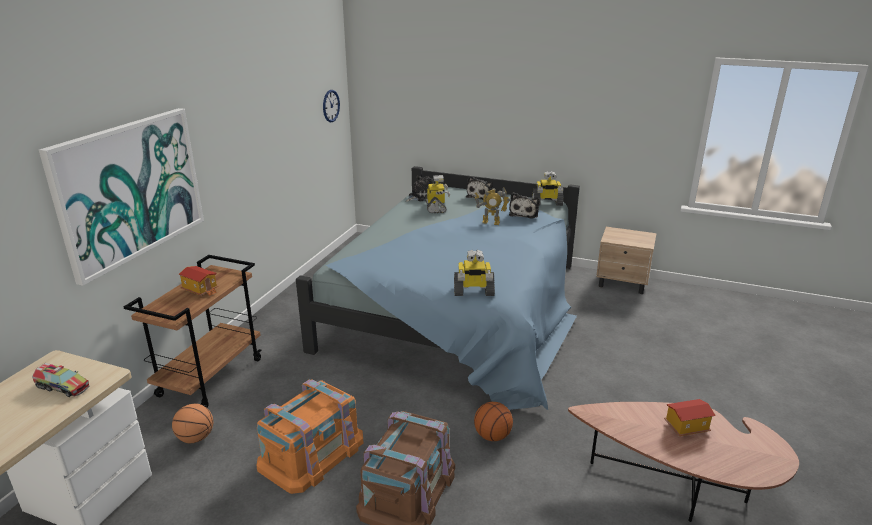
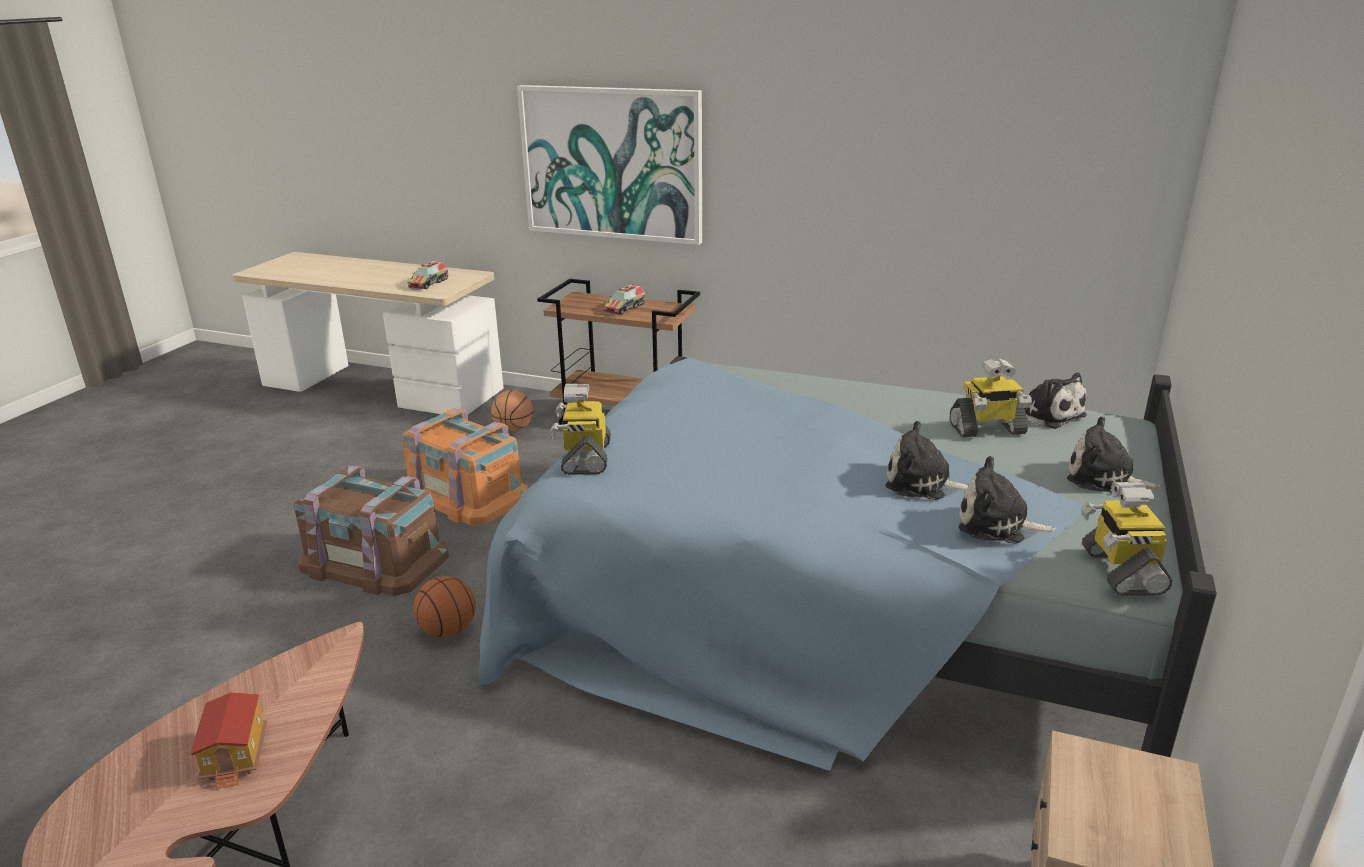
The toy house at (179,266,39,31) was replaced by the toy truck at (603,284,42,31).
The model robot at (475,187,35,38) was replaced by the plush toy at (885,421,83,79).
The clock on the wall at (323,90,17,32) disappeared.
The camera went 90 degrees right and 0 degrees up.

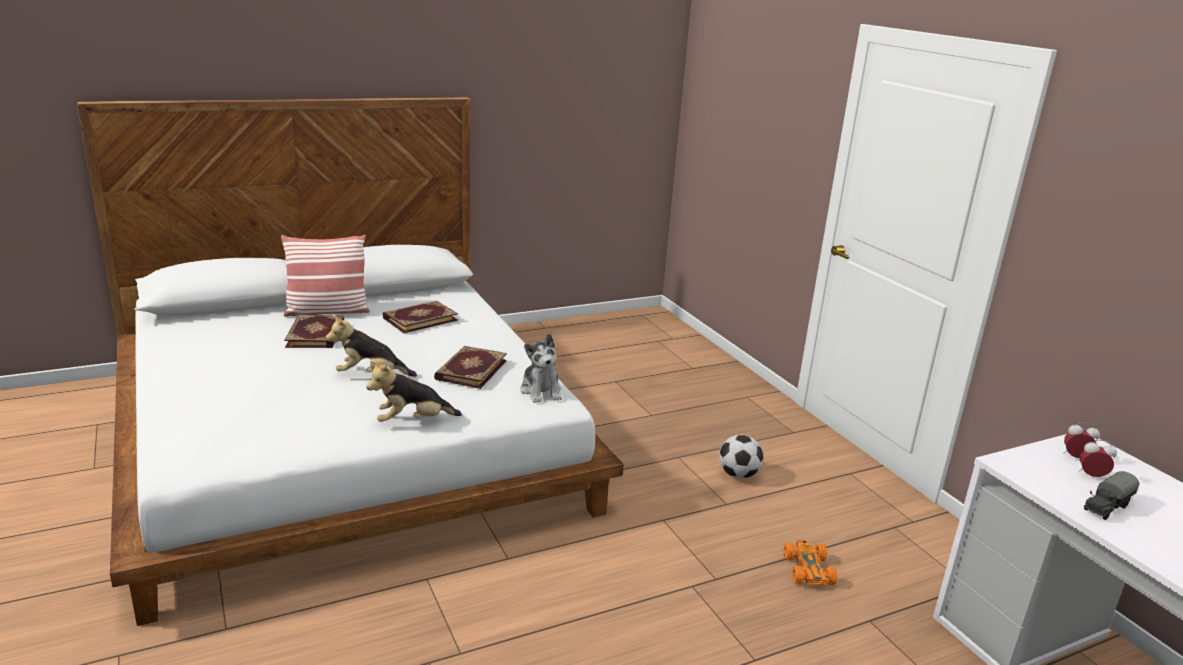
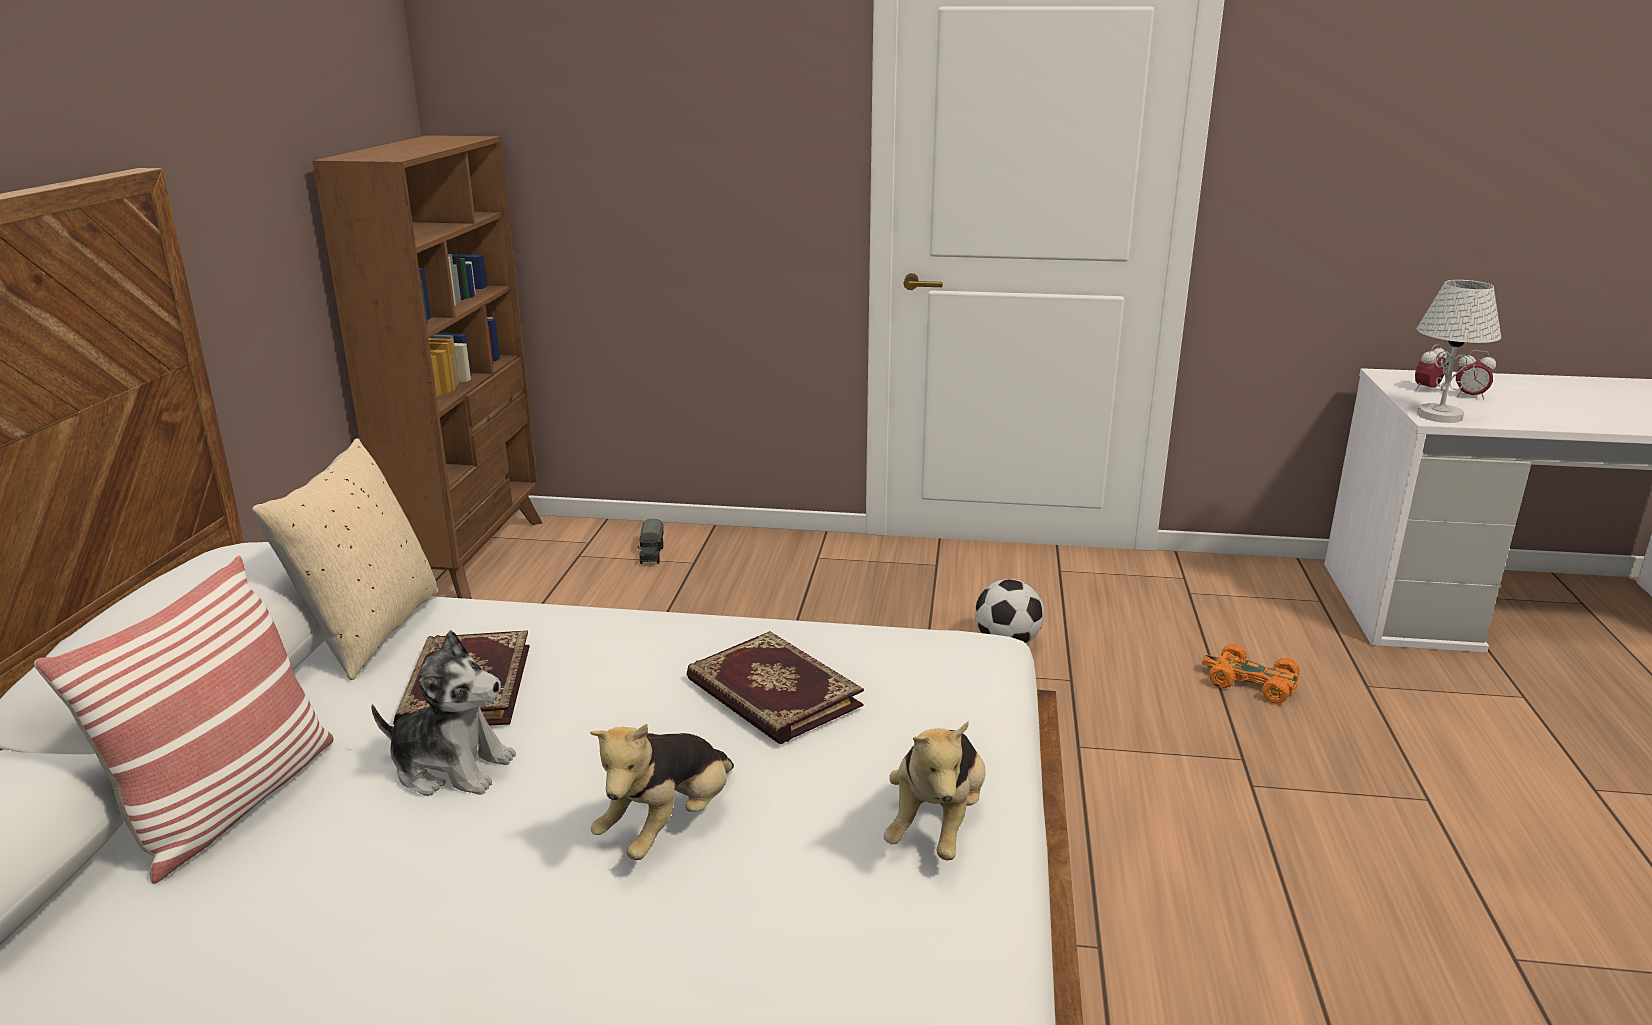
The pillow (beige) at (252,438,186,242) appeared.
The shelving unit (brownish) at (312,135,230,464) appeared.
The plush toy moved from (520,334,42,69) to (371,630,145,166).
The toy truck moved from (1084,471,55,49) to (638,519,26,45).
The tabletop lamp (white-coloured) at (1417,280,84,143) appeared.
The table clock at (1079,439,38,38) turned 120 degrees counterclockwise.
The bound book at (284,314,60,34) disappeared.
The camera went 55 degrees left and 0 degrees up.

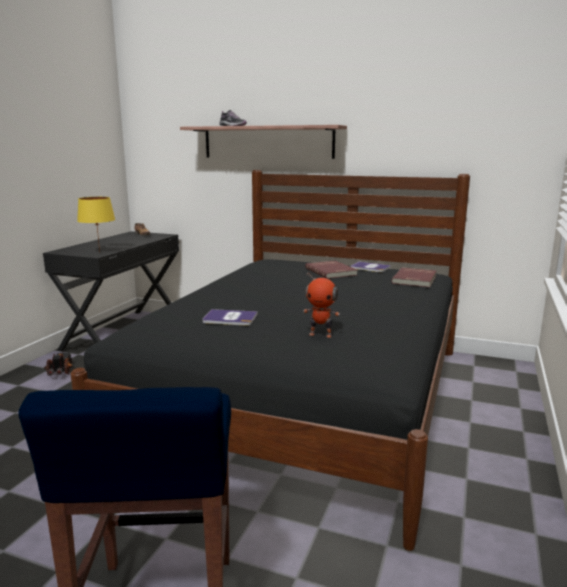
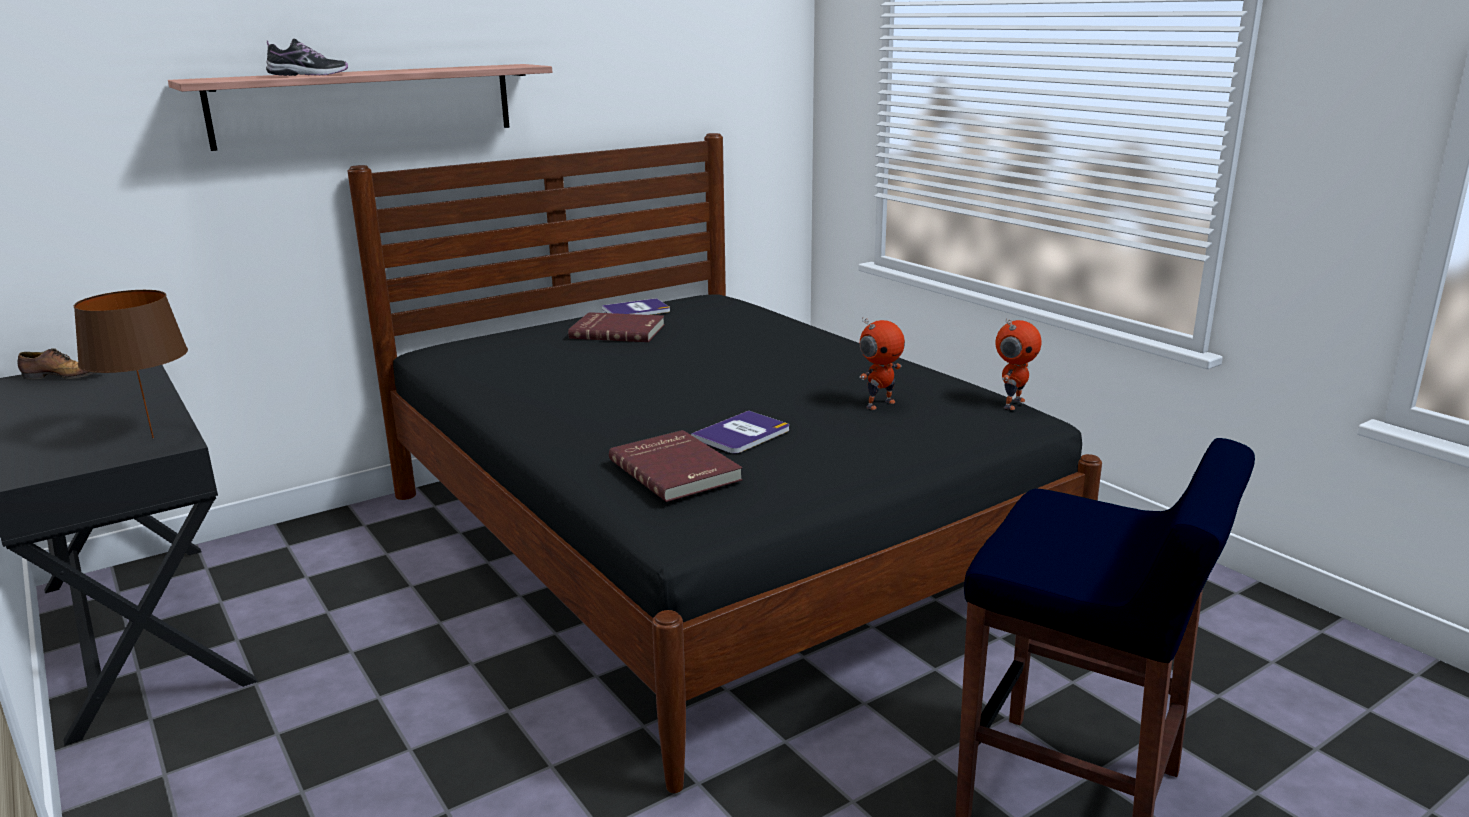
The tabletop lamp (yellow-coloured) at (77,197,38,56) became the tabletop lamp (brownish) at (74,290,114,148).
The bound book (red-coloured) moved from (391,267,46,20) to (609,430,133,72).
The model robot at (995,319,47,91) appeared.
The toy truck at (44,349,28,27) disappeared.
The camera went 55 degrees left and 5 degrees up.

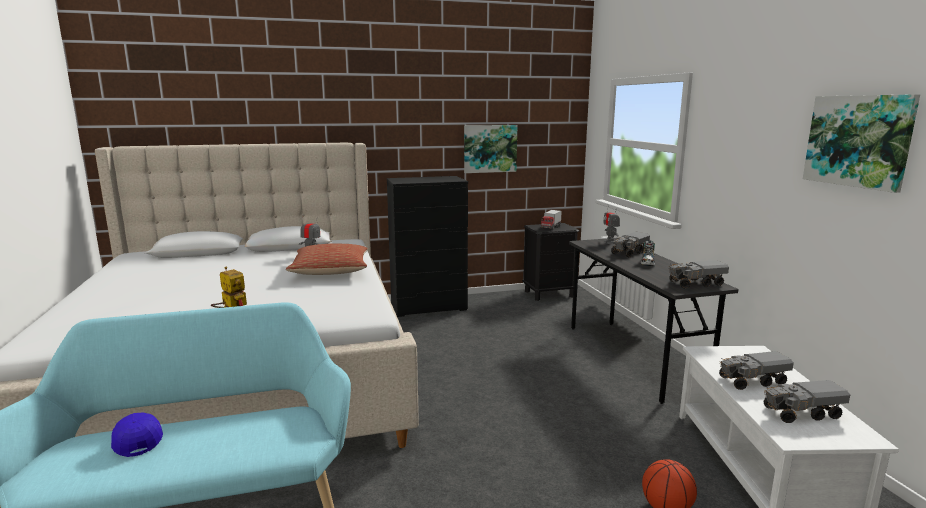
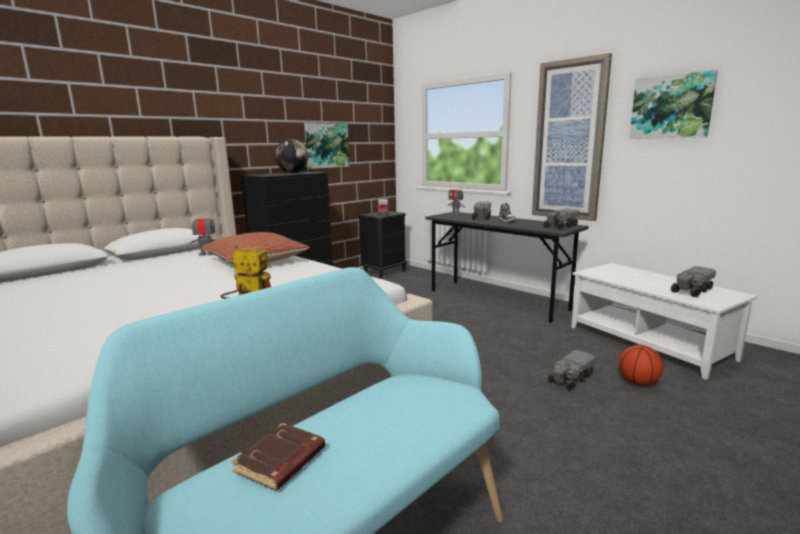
The cap (blue) at (111,412,52,45) was replaced by the bound book (brownish) at (231,423,94,68).
The globe at (275,139,34,34) appeared.
The wall picture at (532,53,80,168) appeared.
The toy truck moved from (719,351,75,39) to (548,350,48,41).
The camera went 30 degrees left and 0 degrees up.

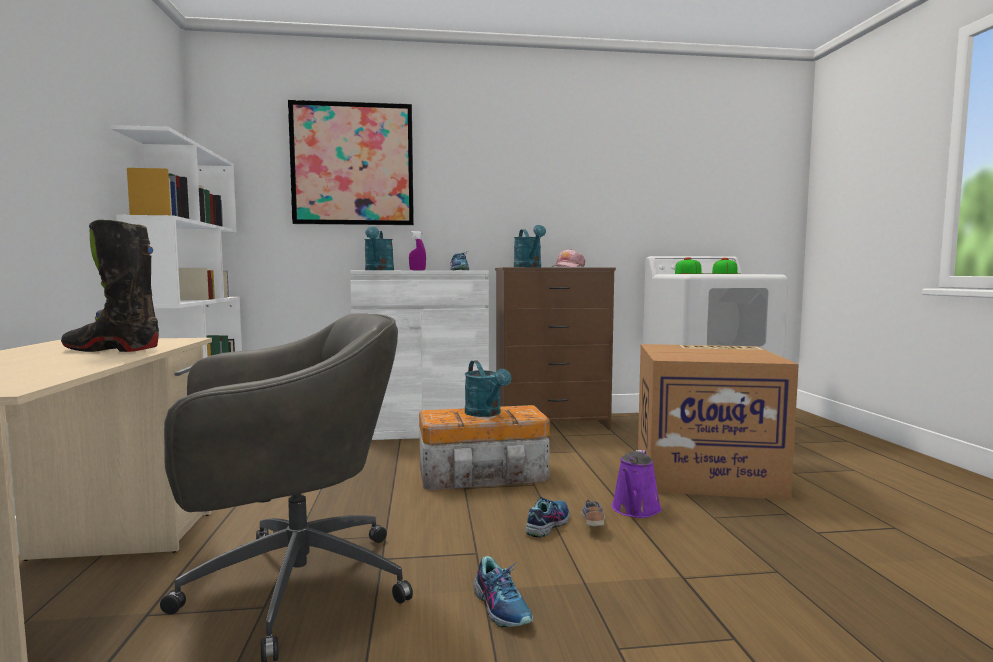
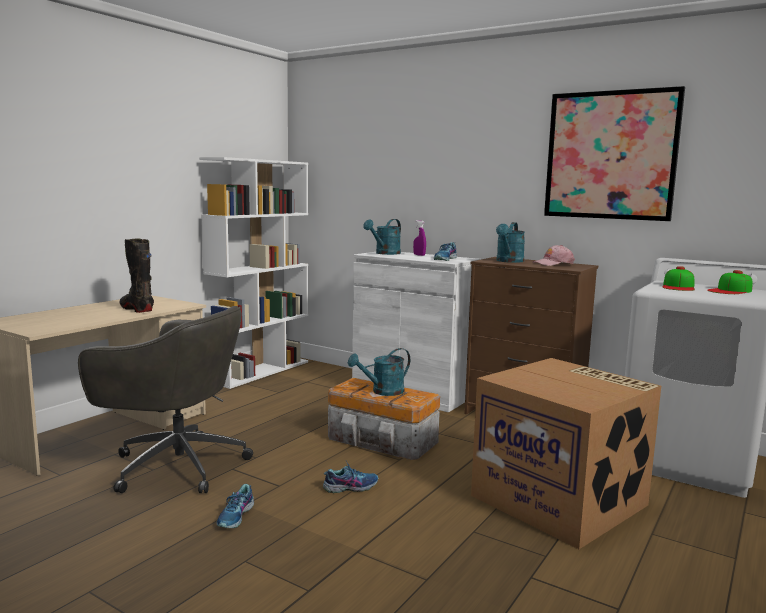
The sprinkling can (blue-green) at (465,360,46,57) turned 45 degrees clockwise.
The wall picture moved from (288,100,126,125) to (544,86,141,135).
The item of footwear at (582,499,23,27) disappeared.
The sprinkling can (purple) at (611,450,51,68) disappeared.
The camera went 40 degrees right and 5 degrees up.

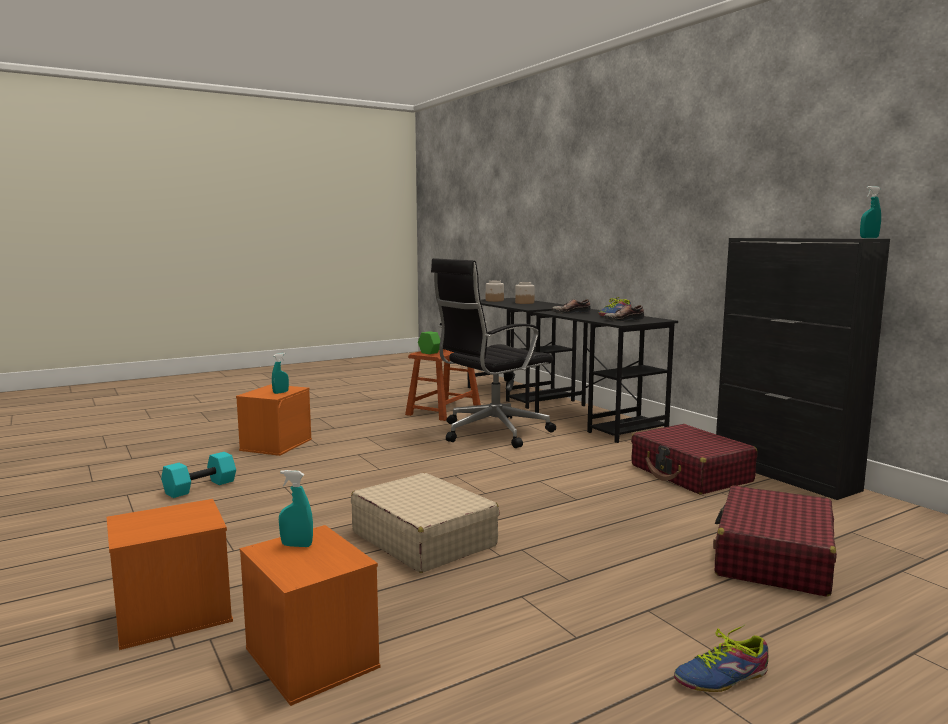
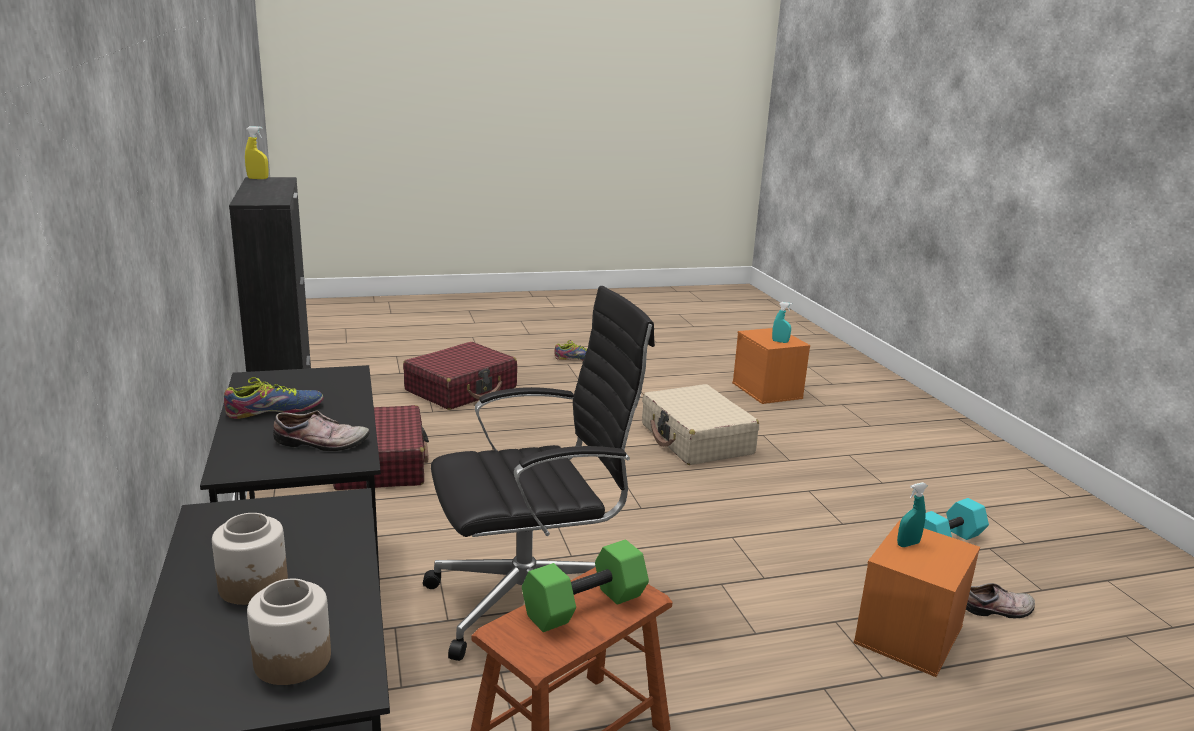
The hand sprayer (blue-green) at (860,186,21,52) became the hand sprayer (yellow-coloured) at (245,126,24,53).
The item of footwear moved from (604,305,40,16) to (966,583,69,35).
The storage box (orange) at (107,499,126,151) disappeared.
The camera went 165 degrees left and 10 degrees up.

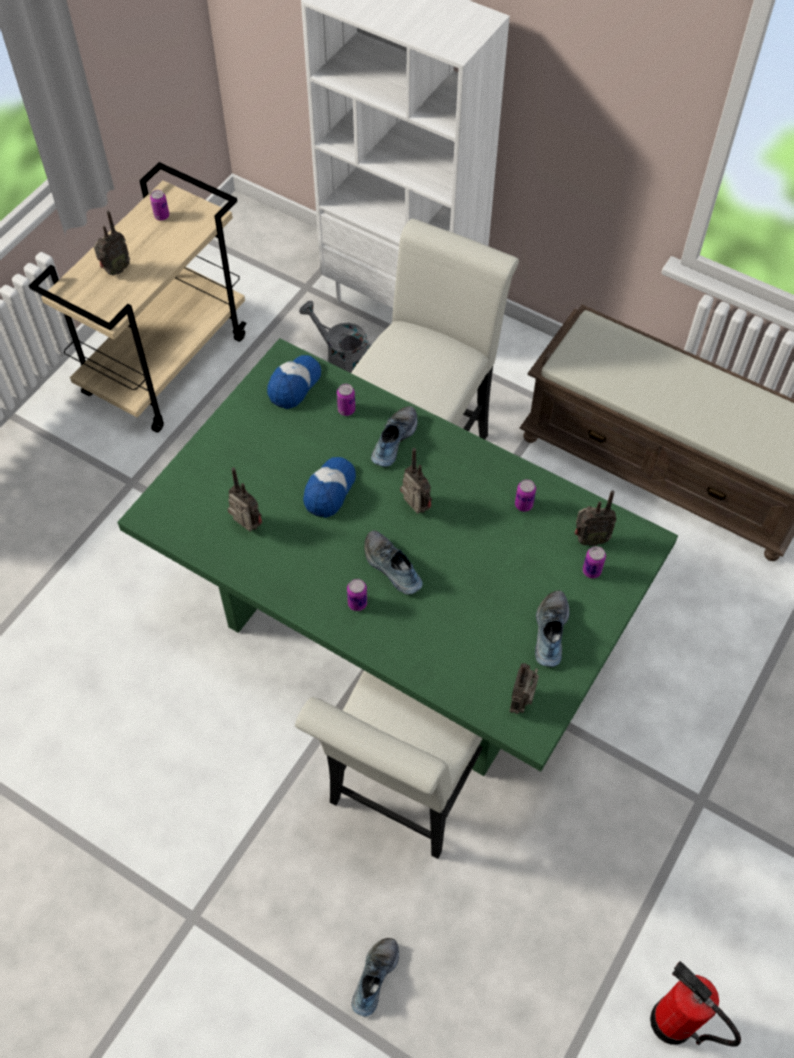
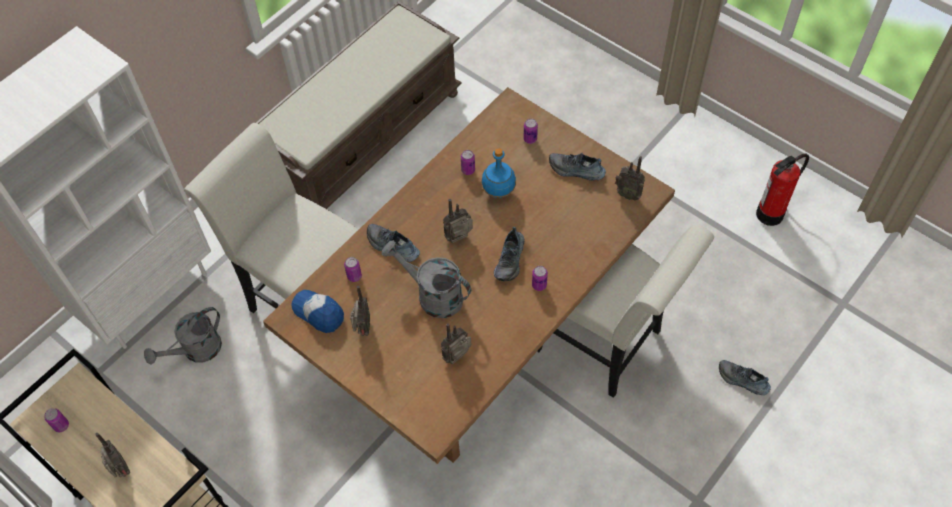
The dining table (green) at (117,338,561,438) became the dining table (brownish) at (263,87,412,377).
The radio set moved from (575,490,41,56) to (350,286,20,50).
The cap at (303,457,53,61) was replaced by the sprinkling can (greyish) at (381,240,90,78).
The beverage bottle (blue) at (481,148,35,50) appeared.
The item of footwear at (364,531,59,64) turned 45 degrees counterclockwise.
The camera went 80 degrees left and 0 degrees up.

